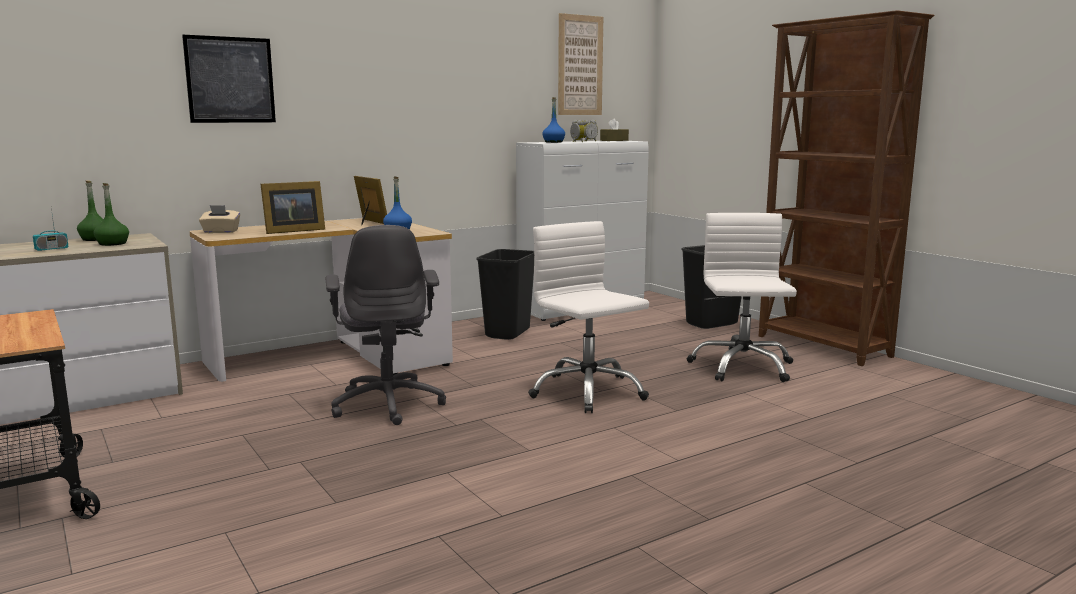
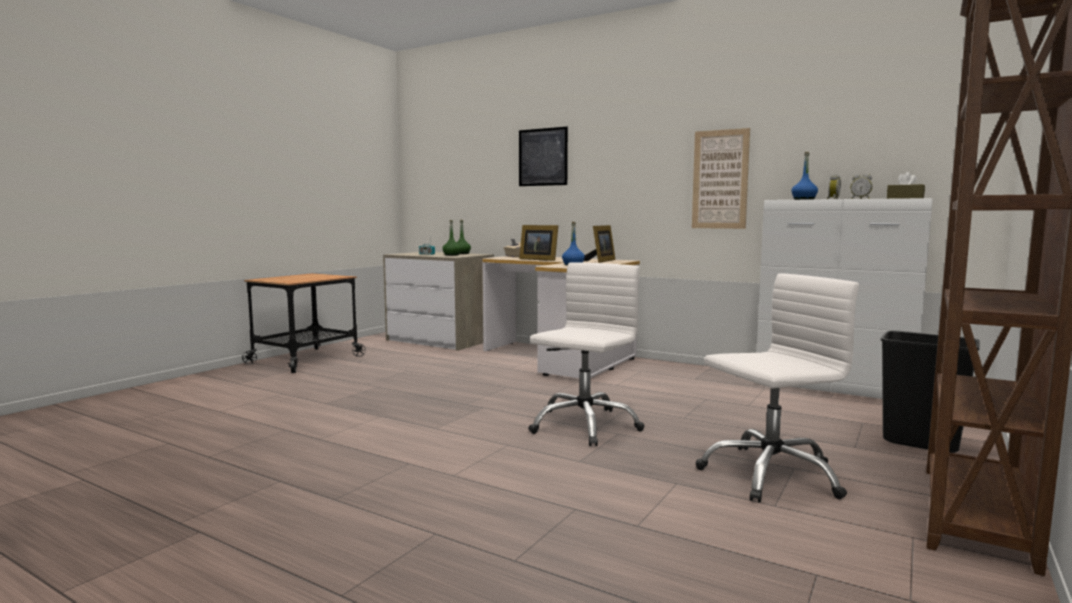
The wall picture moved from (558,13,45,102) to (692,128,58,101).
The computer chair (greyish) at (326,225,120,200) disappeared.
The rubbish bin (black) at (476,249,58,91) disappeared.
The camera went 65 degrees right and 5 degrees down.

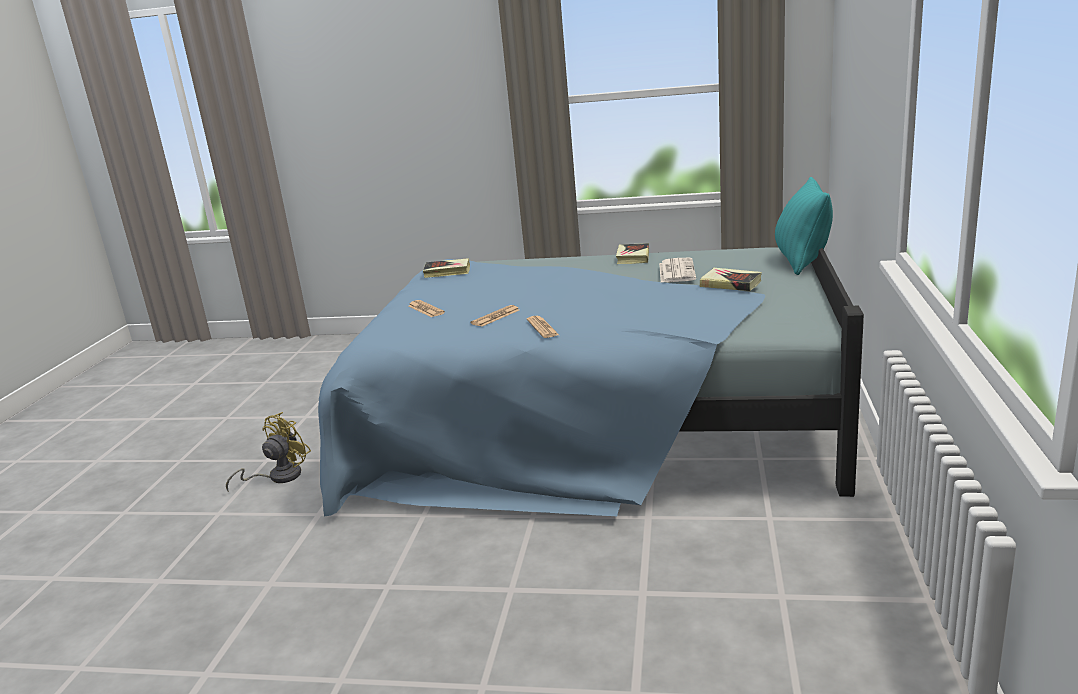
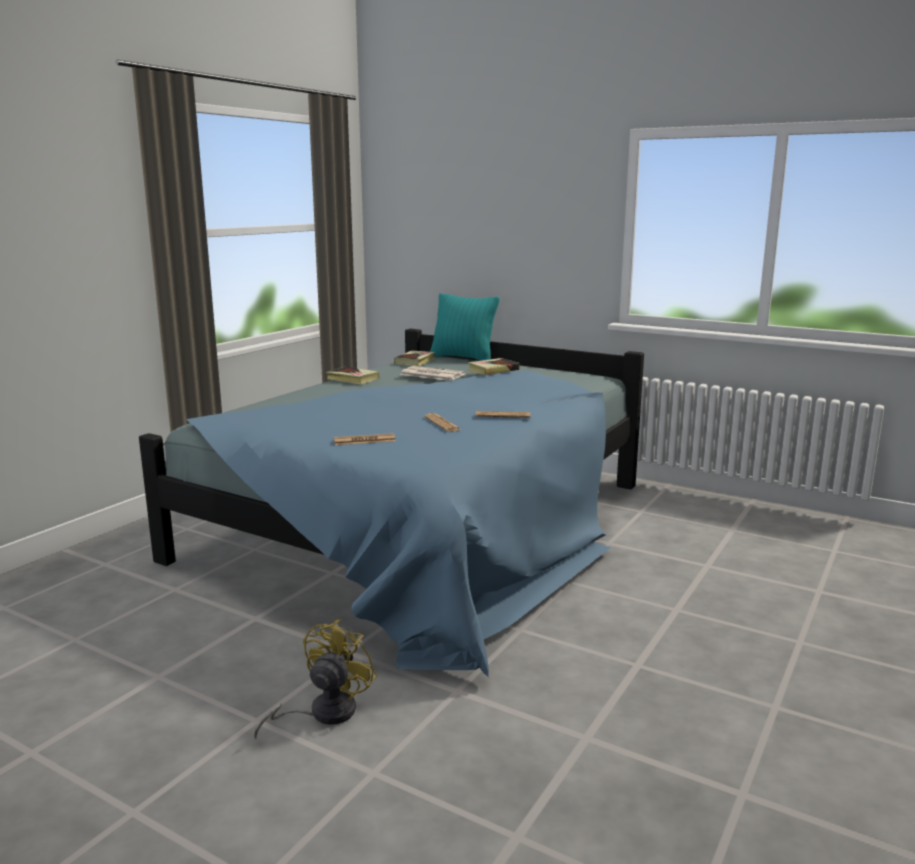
The fan (yellow-coloured) at (226,412,85,80) turned 60 degrees clockwise.
The bound book moved from (423,258,47,20) to (394,351,41,15).
The camera went 70 degrees left and 5 degrees down.

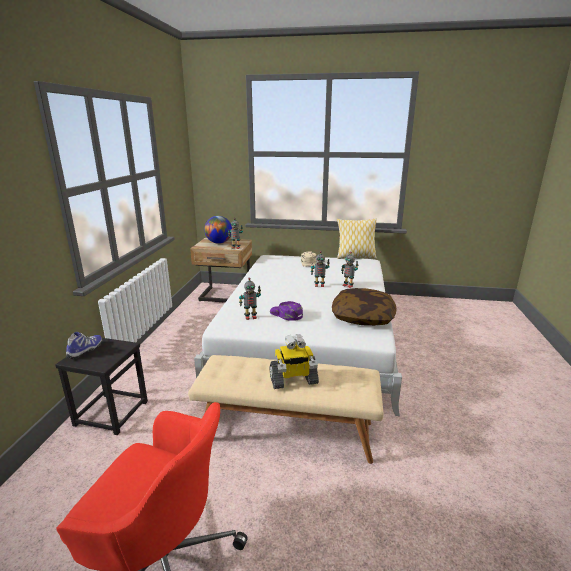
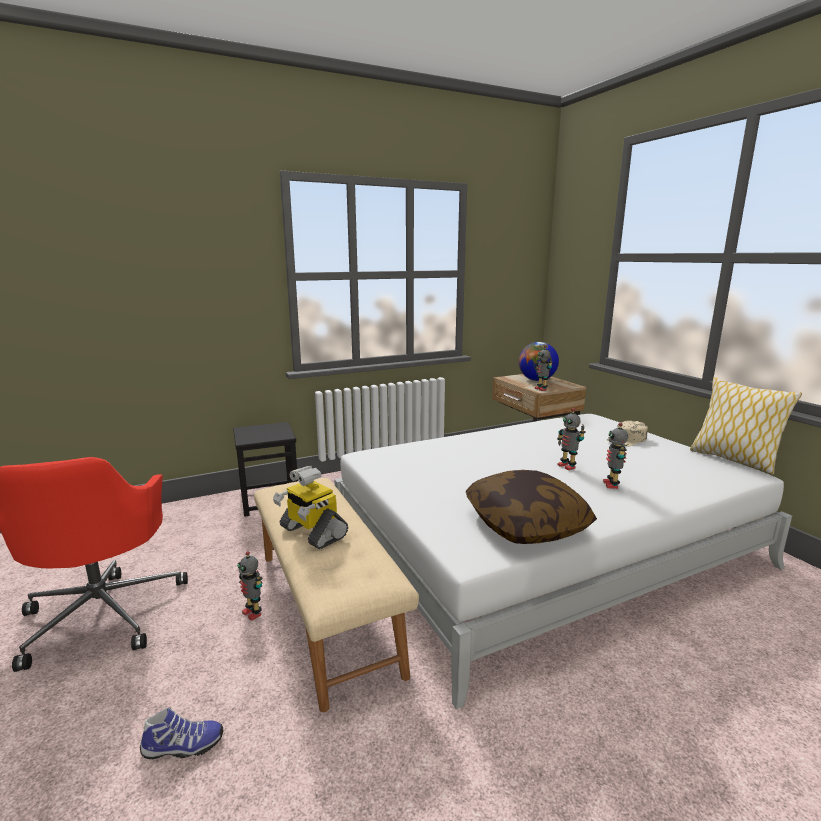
The item of footwear moved from (66,332,36,27) to (140,708,83,51).
The model robot moved from (239,278,22,42) to (237,551,25,70).
The cap (purple) at (270,301,33,20) disappeared.
The camera went 55 degrees right and 5 degrees down.

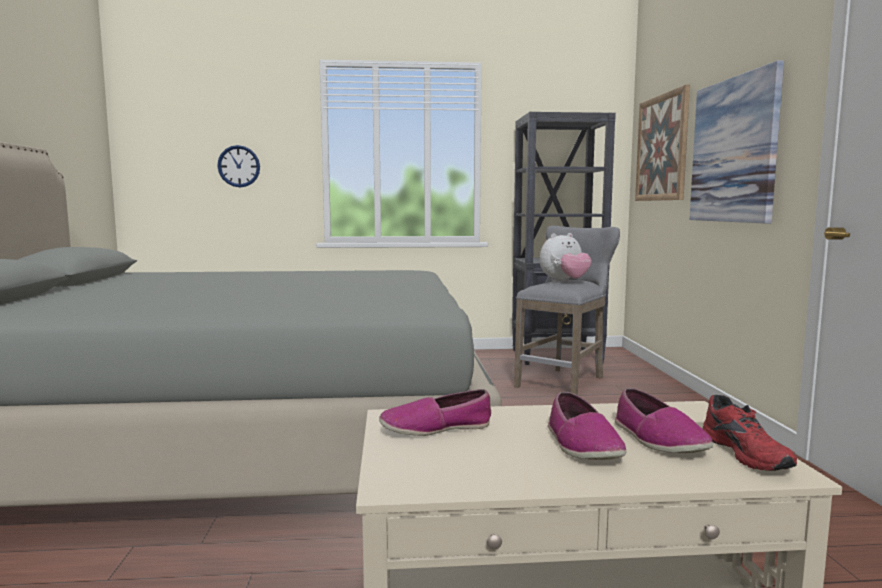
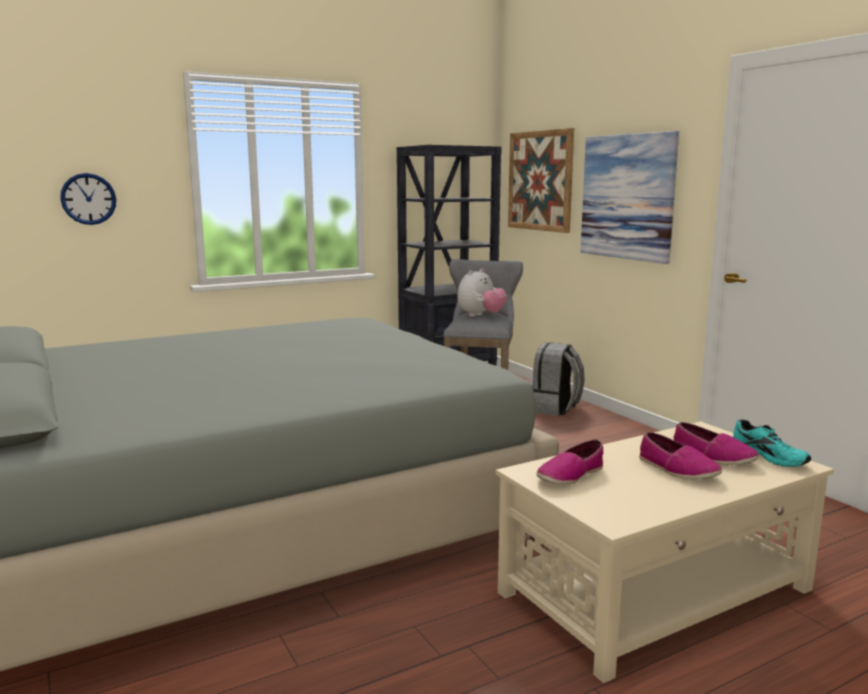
The backpack (greyish) at (529,342,56,74) appeared.
The item of footwear (red-coloured) at (703,395,94,76) became the item of footwear (blue-green) at (733,419,78,48).
The camera went 25 degrees left and 5 degrees up.

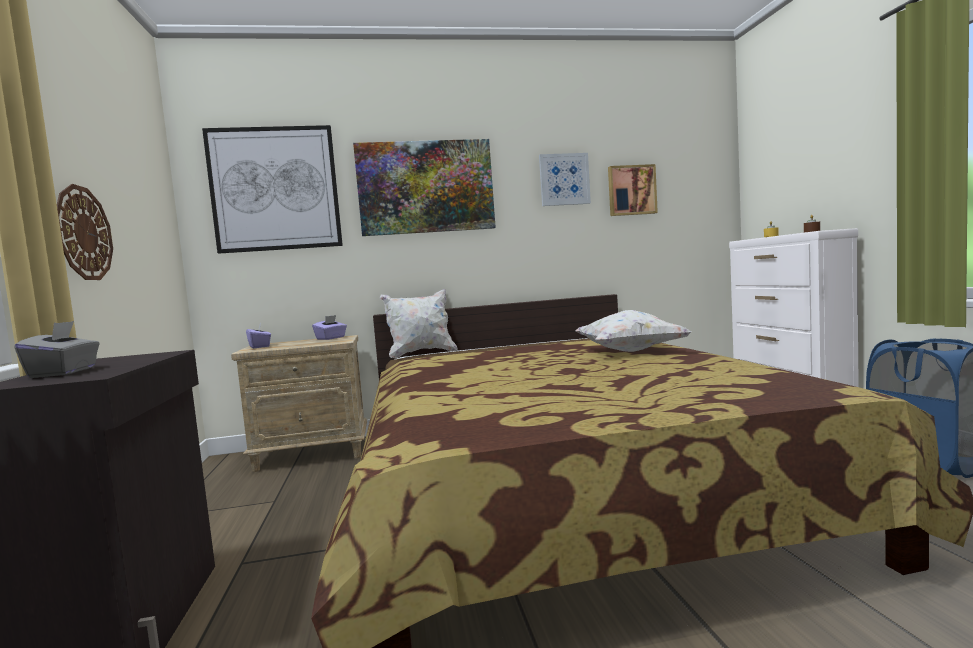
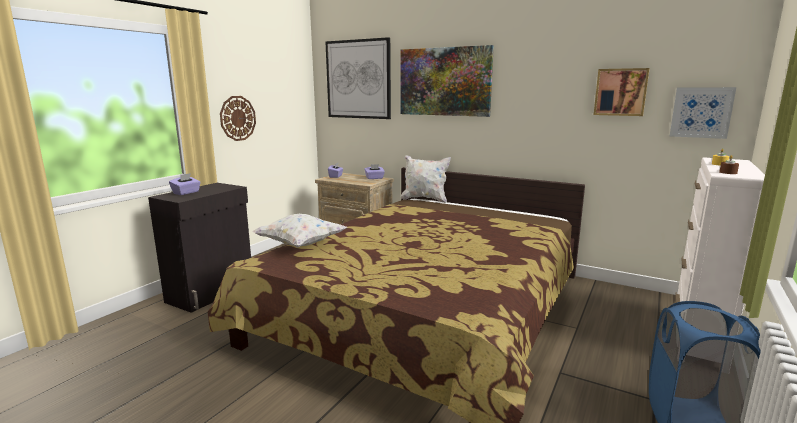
The tissue box (greyish) at (14,321,86,57) became the tissue box (purple) at (169,173,32,22).
The pillow (white-coloured) moved from (575,310,117,42) to (252,214,95,33).
The wall picture moved from (539,153,52,53) to (670,87,66,52).
The camera went 40 degrees right and 10 degrees up.

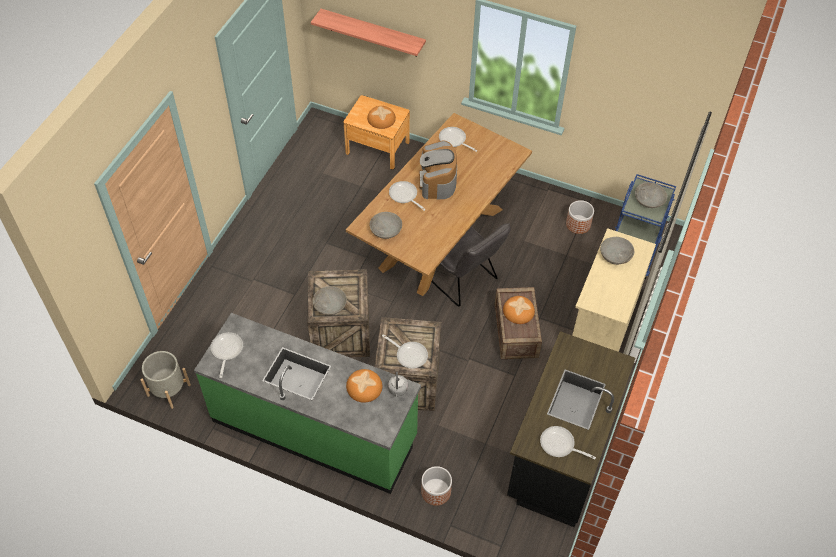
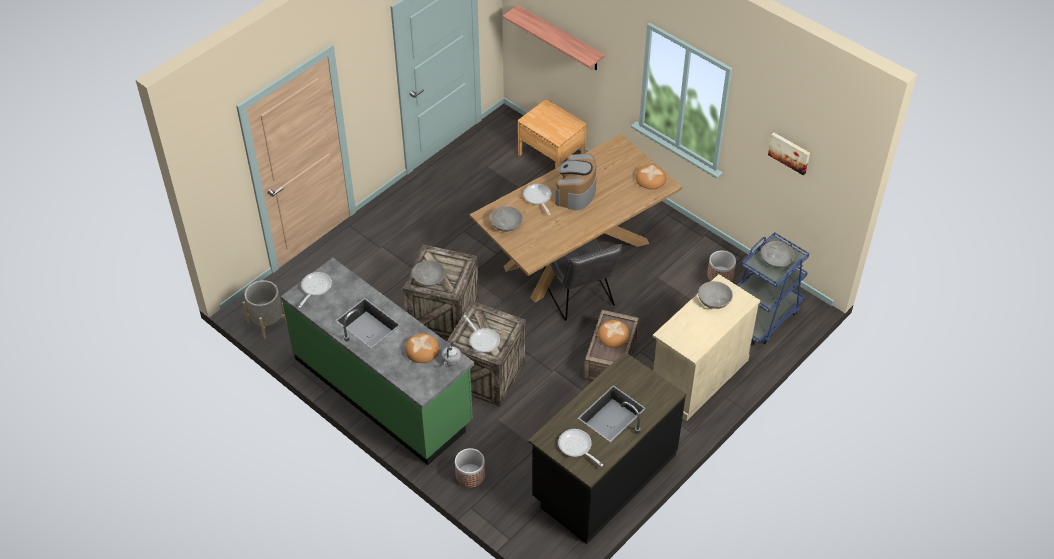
The bakery bread moved from (367,106,29,23) to (636,164,30,25).
The wall picture at (768,133,42,42) appeared.
The skillet at (439,127,38,25) disappeared.
The camera went 20 degrees right and 5 degrees down.

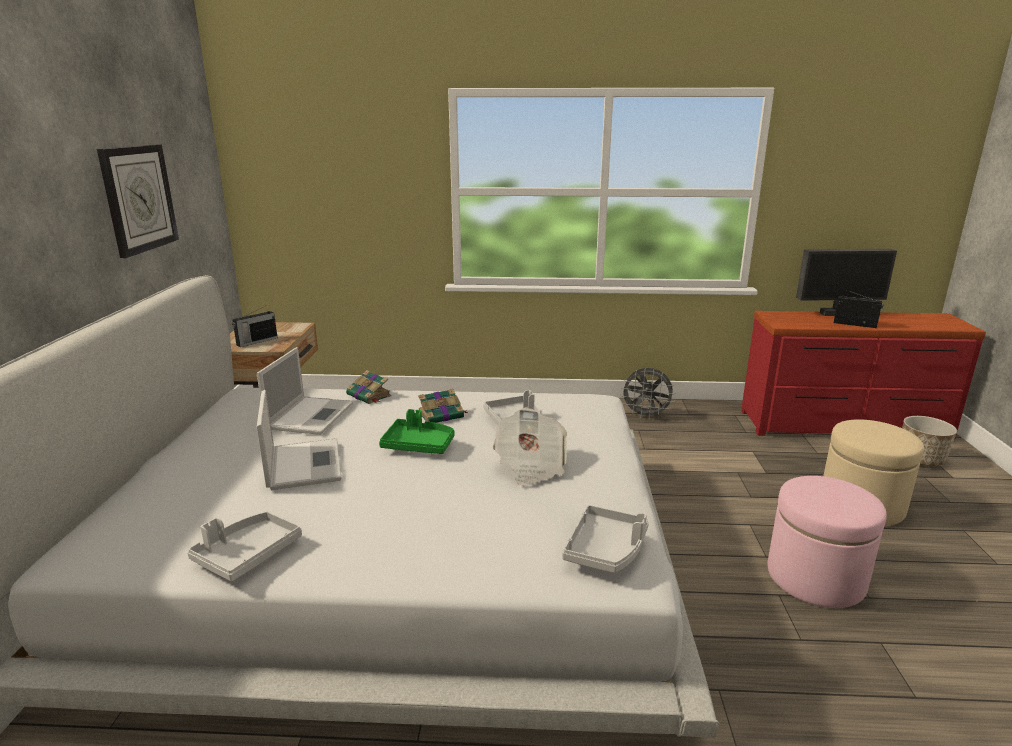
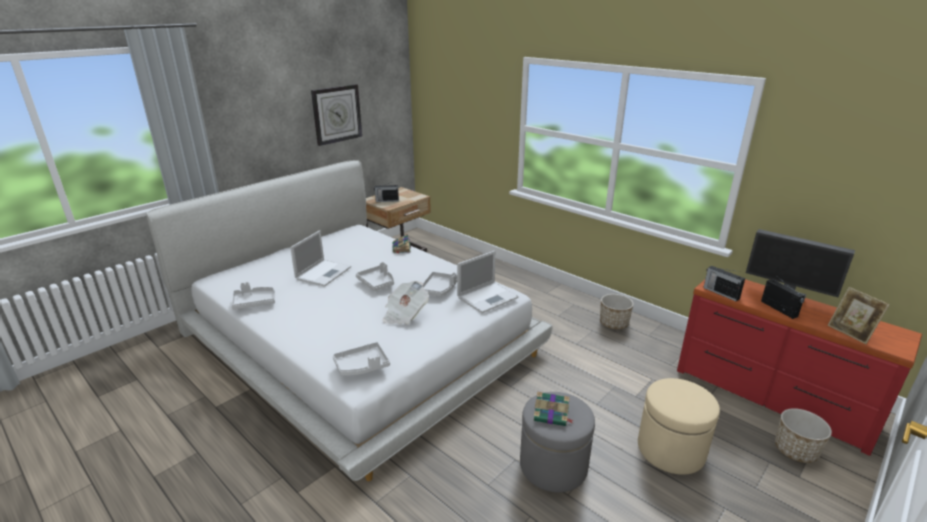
The serving tray (green) at (379,409,76,45) became the serving tray (greyish) at (356,262,38,29).
The notebook computer moved from (257,347,96,88) to (457,251,62,62).
The pouffe (pinkish) at (767,476,120,132) became the pouffe (greyish) at (520,392,75,100).
The bound book moved from (418,389,51,34) to (534,392,39,34).
The fan (greyish) at (620,368,56,52) was replaced by the planter at (600,294,34,35).
The radio set at (703,266,42,35) appeared.
The standing frame at (827,287,63,57) appeared.
The camera went 40 degrees right and 5 degrees up.

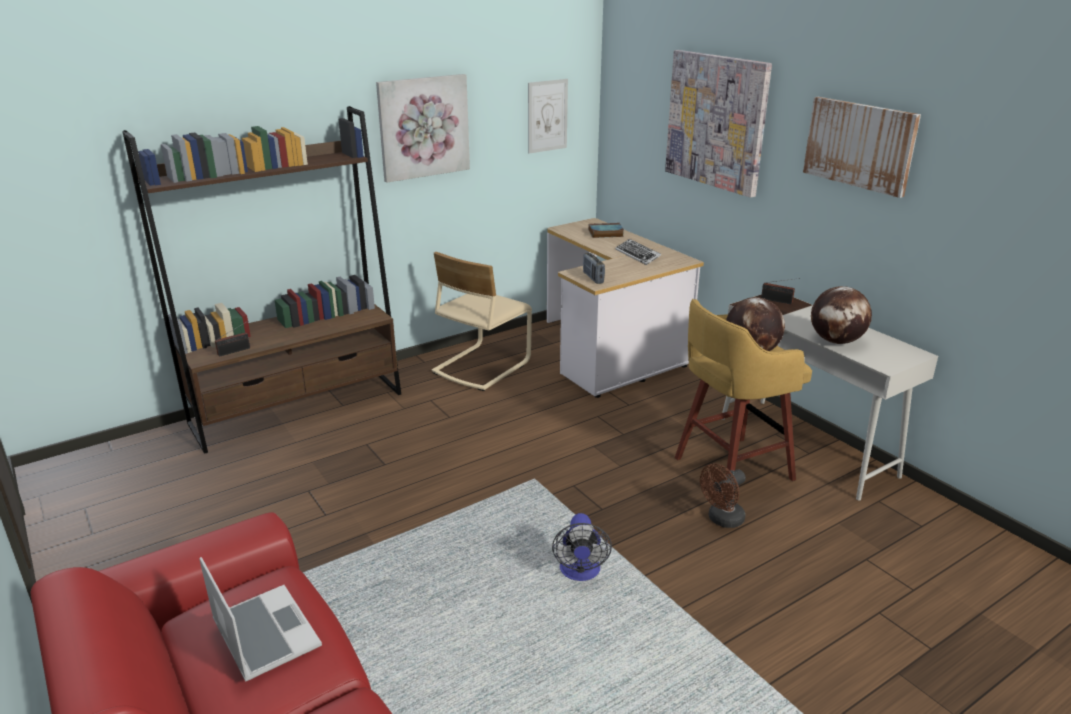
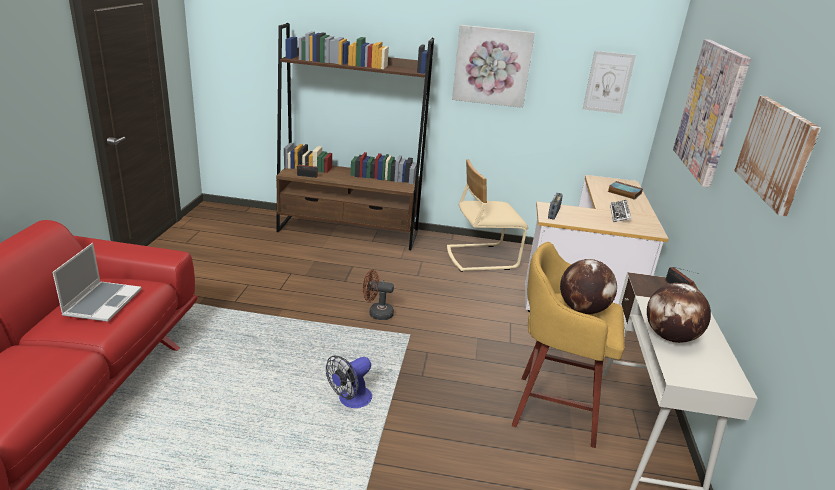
The fan (brownish) moved from (700,464,46,64) to (363,269,31,51).
The camera went 40 degrees right and 0 degrees up.

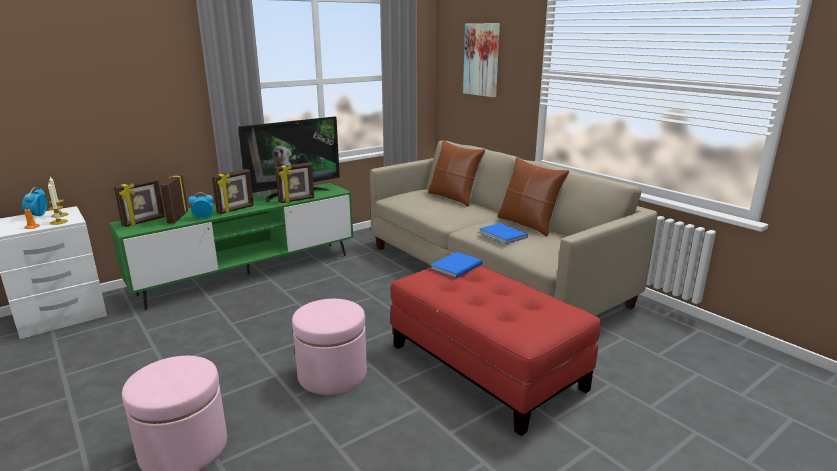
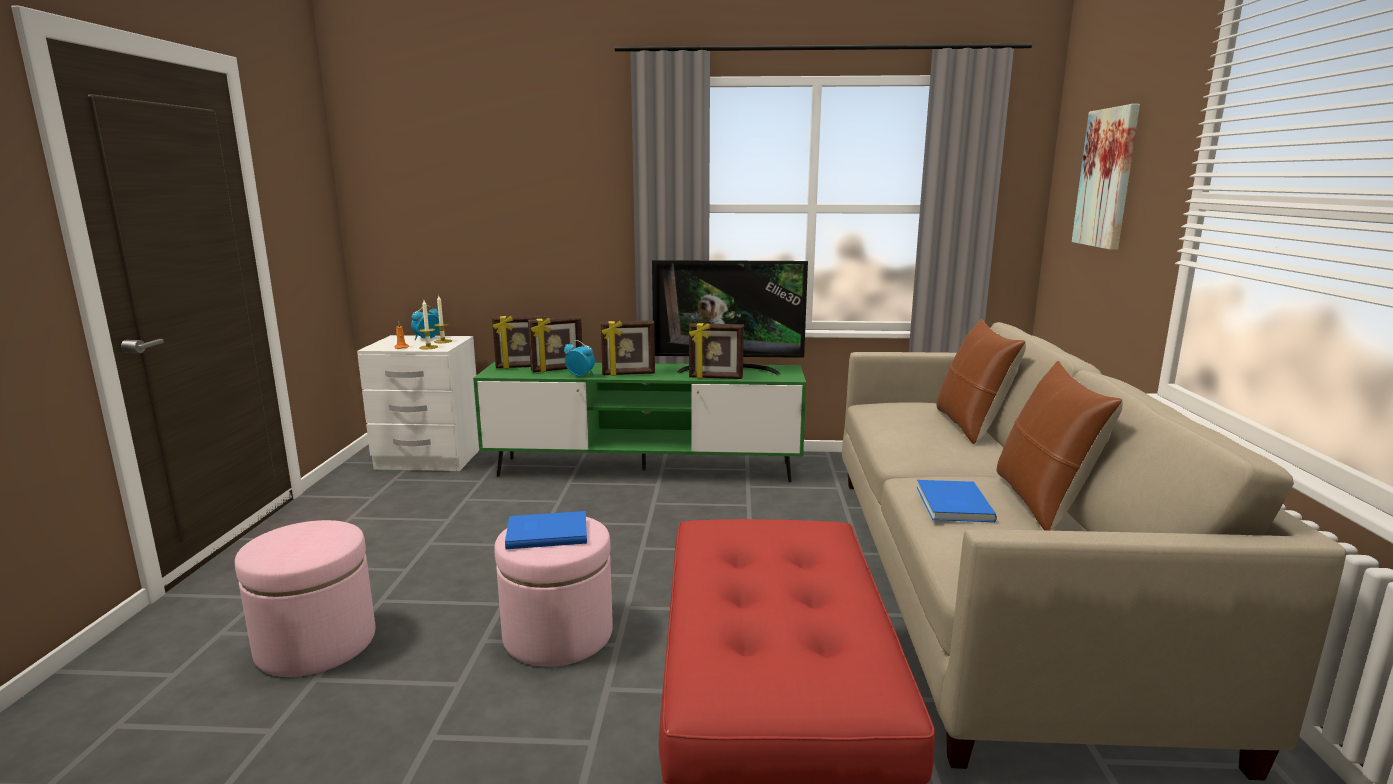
The bound book (blue) moved from (431,252,52,26) to (505,511,82,38).
The standing frame at (160,175,28,49) turned 150 degrees counterclockwise.
The camera went 40 degrees right and 5 degrees down.

